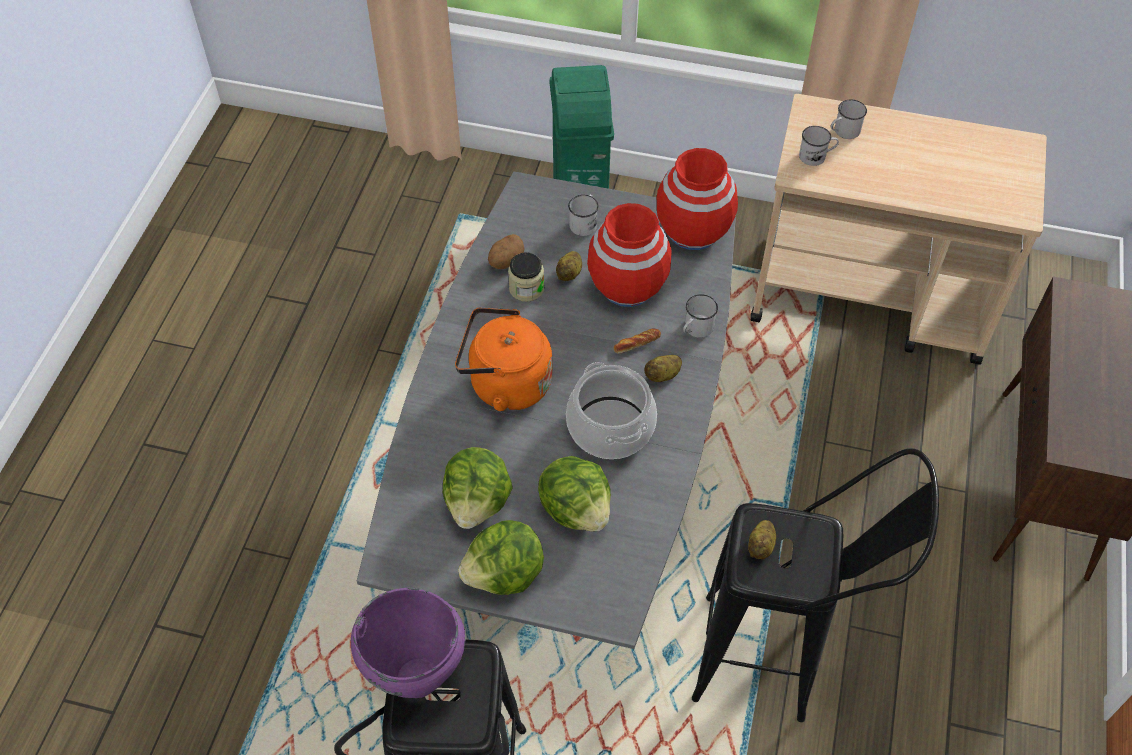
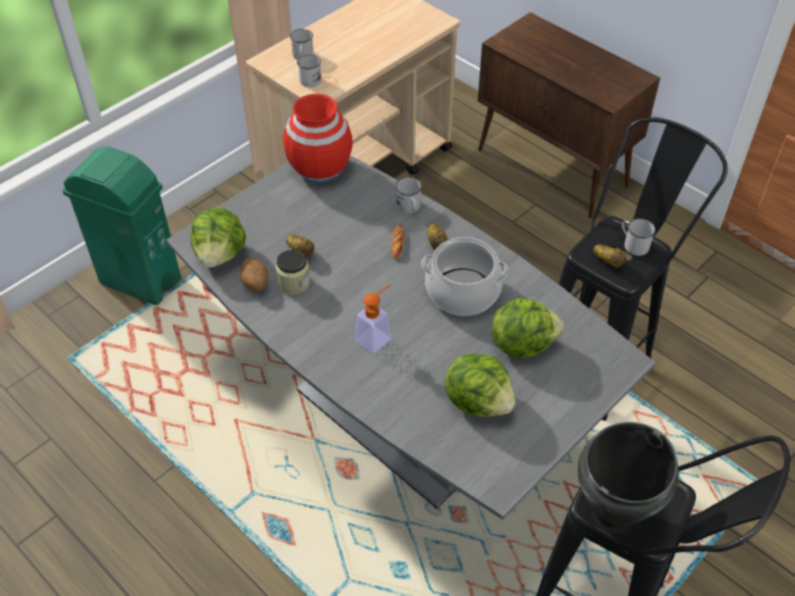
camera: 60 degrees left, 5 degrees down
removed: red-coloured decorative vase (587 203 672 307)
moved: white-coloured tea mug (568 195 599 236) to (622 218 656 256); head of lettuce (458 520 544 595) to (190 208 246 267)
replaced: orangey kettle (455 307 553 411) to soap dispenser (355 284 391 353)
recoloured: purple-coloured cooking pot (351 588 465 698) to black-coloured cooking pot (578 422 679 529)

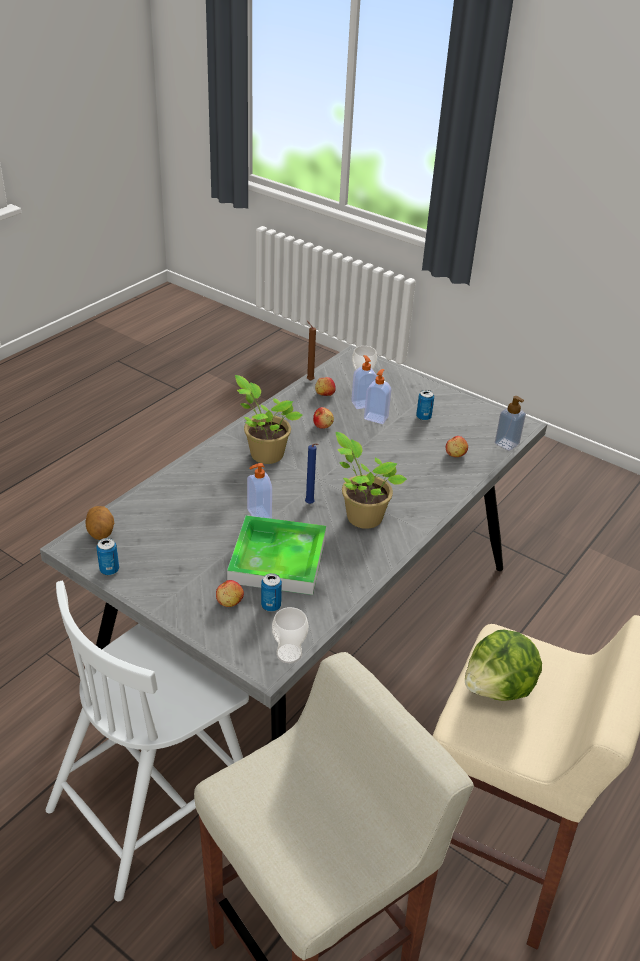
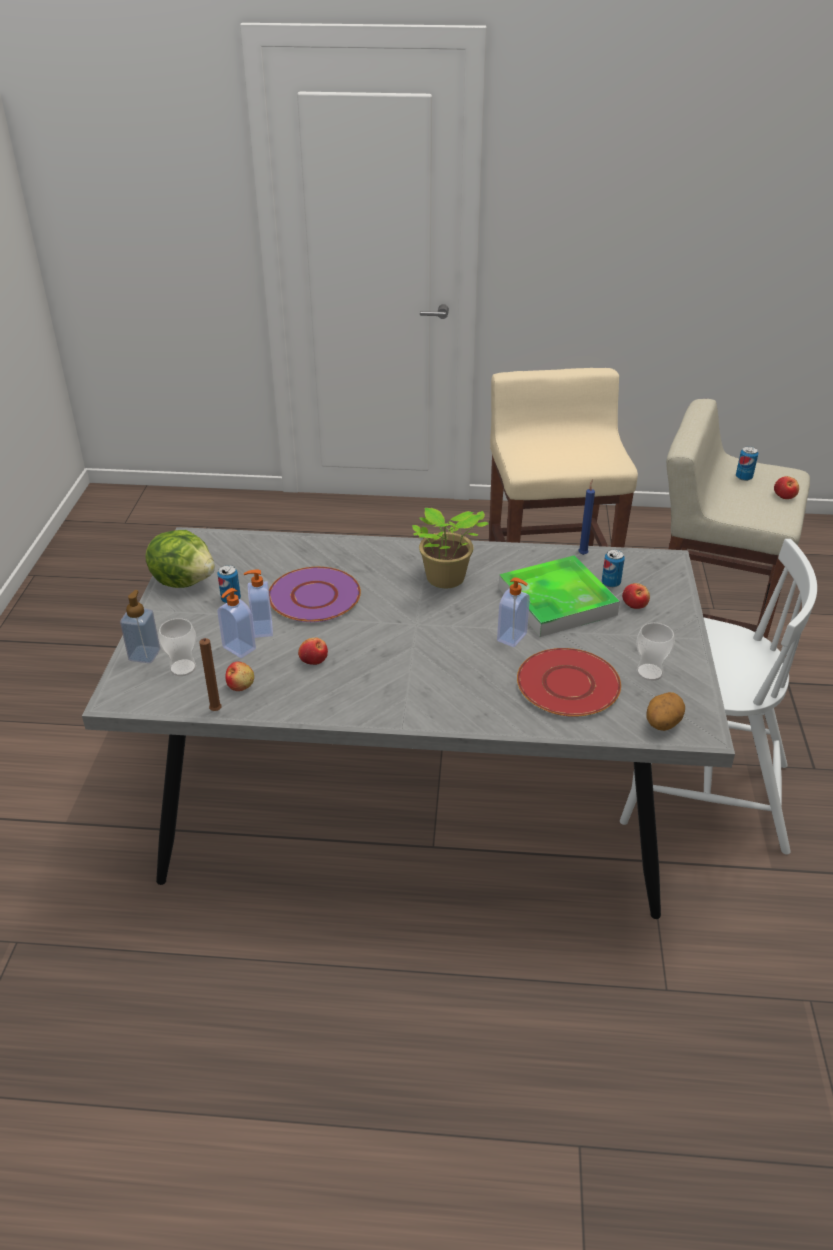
camera: 120 degrees left, 0 degrees up
removed: plant in a pot (235 375 303 464)
added: purple-coloured plate (269 567 361 622); red-coloured plate (517 648 621 717)
moved: soap dispenser (495 396 526 451) to (120 590 160 663); whole apple (446 436 468 457) to (774 476 799 499); bluish wax light (305 443 319 504) to (578 479 595 555); can (96 538 119 575) to (736 446 758 481); drinking cup (272 607 308 663) to (636 623 675 681); head of lettuce (465 629 542 701) to (145 530 215 588)

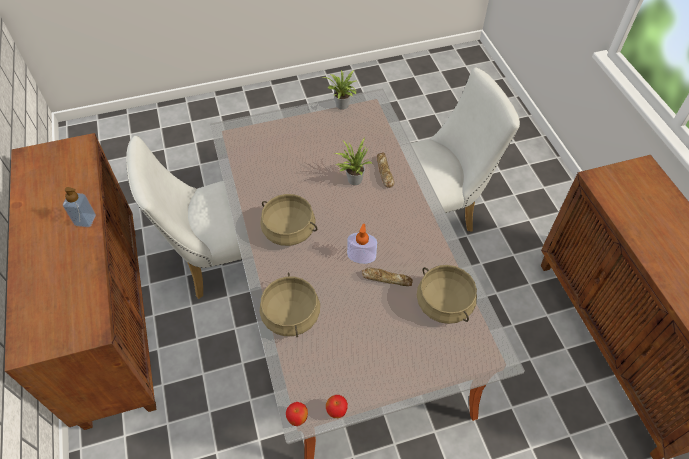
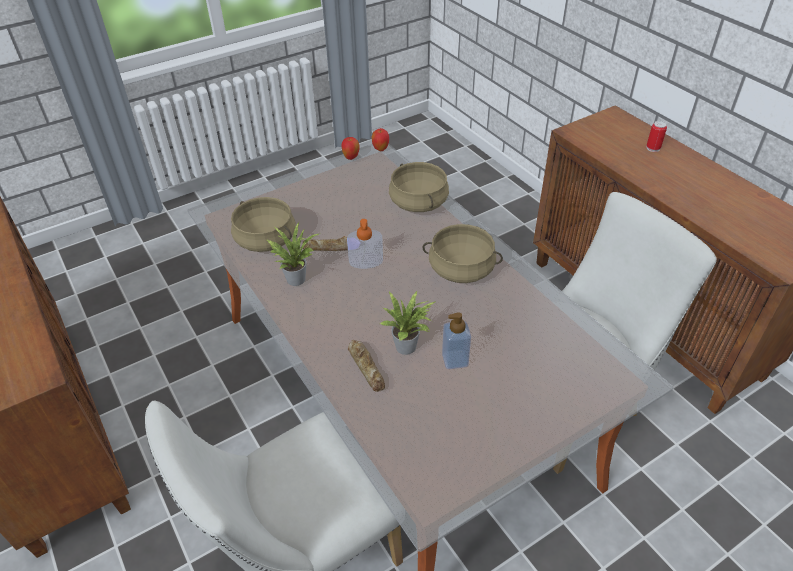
camera: 165 degrees right, 10 degrees down
added: can (646 121 667 152)
moved: plant in a pot (323 70 356 110) to (266 222 319 286); soap dispenser (63 187 96 227) to (442 312 471 369)

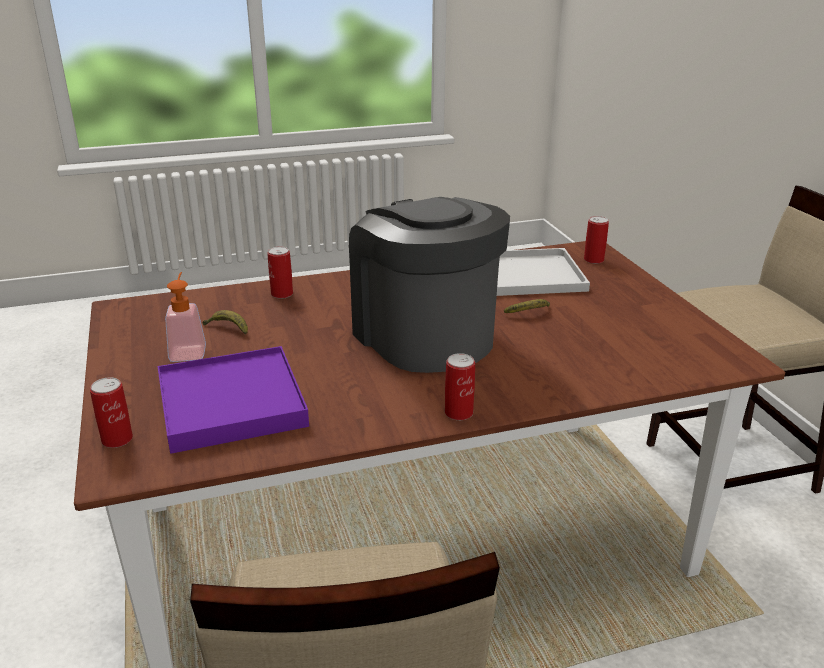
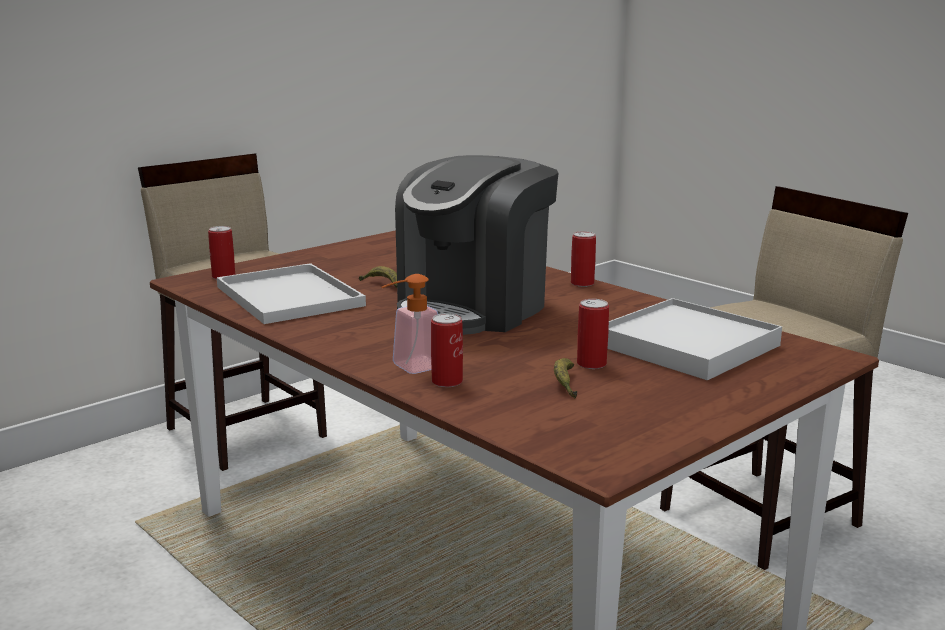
camera: 115 degrees left, 10 degrees down
moved: soap dispenser (165 272 206 362) to (381 274 438 374); can (90 377 133 448) to (577 299 609 369)
recoloured: purple-coloured carrying tray (158 346 309 454) to white-coloured carrying tray (607 298 782 380)

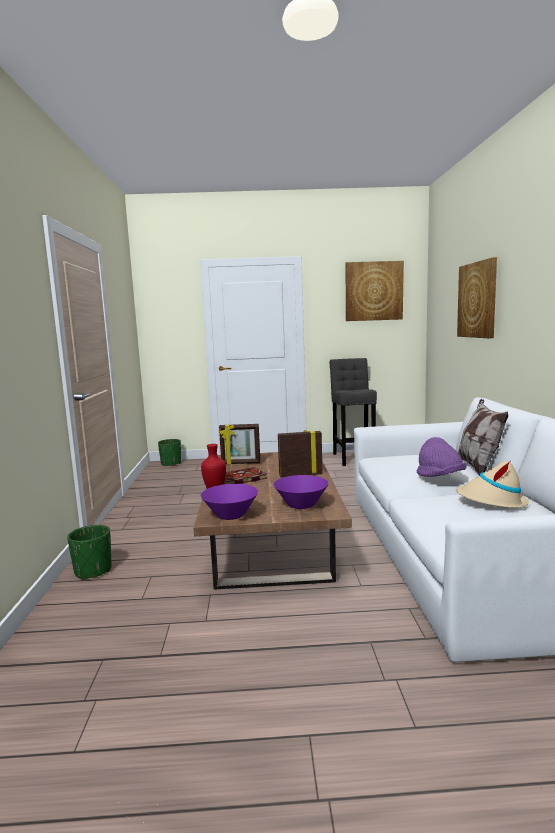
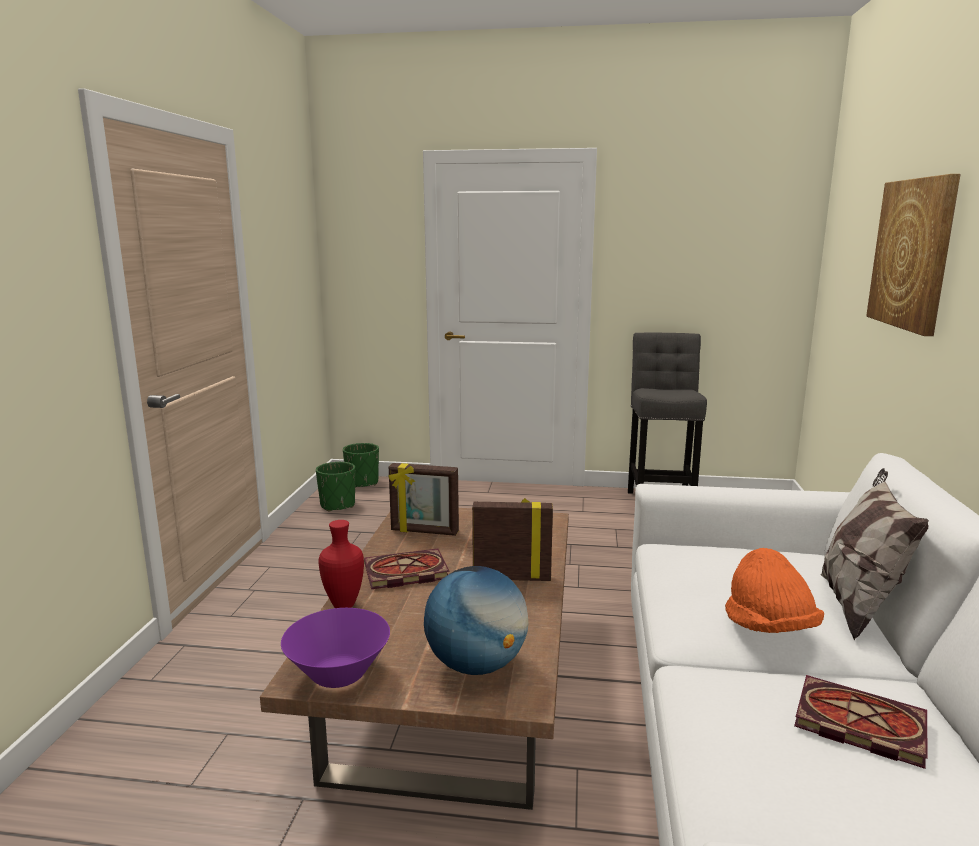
camera: 10 degrees right, 5 degrees up
removed: wall art (346 261 404 321)
moved: green-coloured flower pot (67 525 112 580) to (316 462 355 512)
replaced: beige-coloured hat (456 461 529 508) to bound book (794 675 927 769); purple-coloured deep dish (273 475 329 509) to desk globe (424 566 528 675)
recoloured: purple-coloured hat (416 437 466 477) to orangey hat (725 548 824 633)

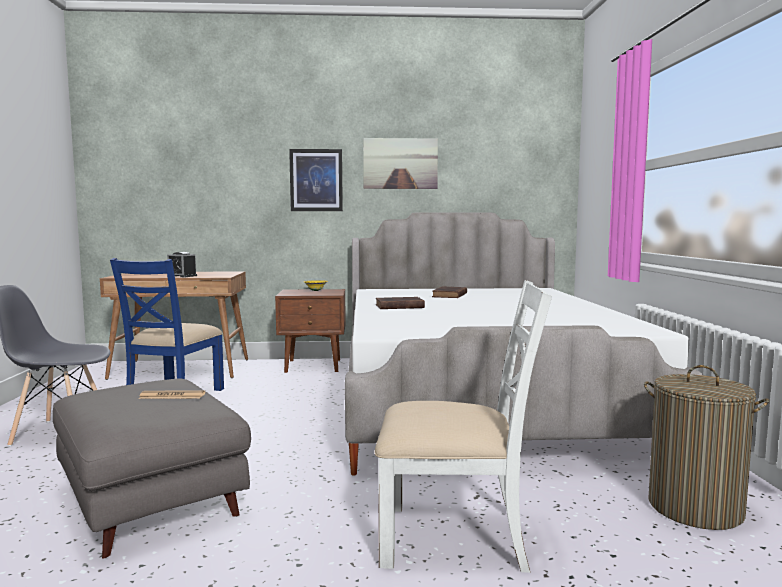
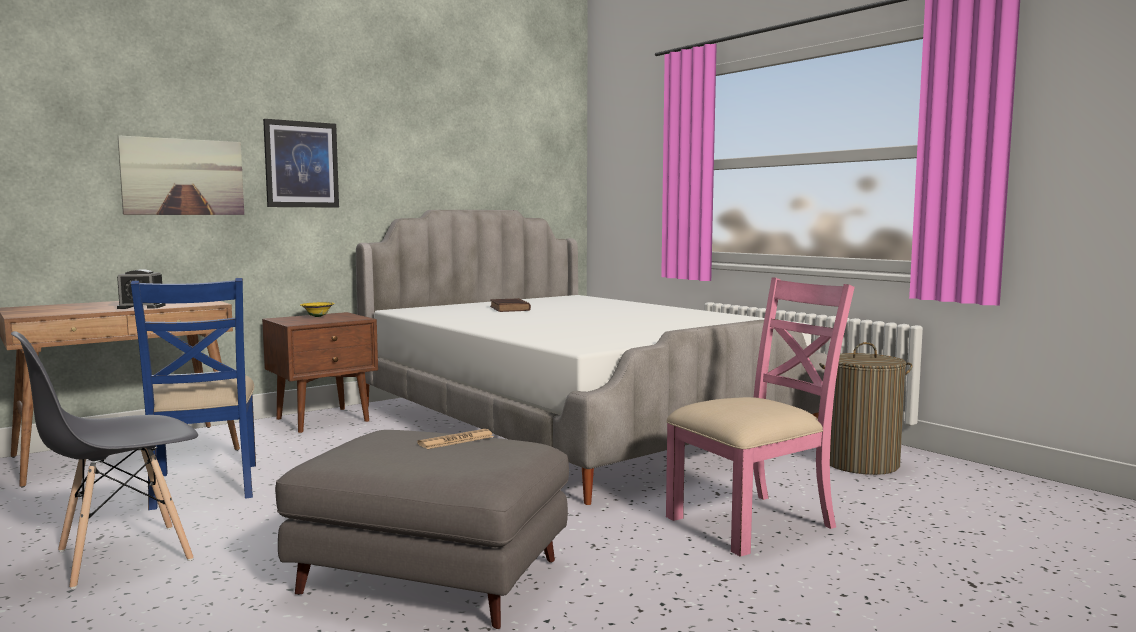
camera: 35 degrees left, 0 degrees up
removed: brownish bound book (376 297 425 309)
moved: wall art (363 138 438 189) to (118 135 244 215)
recoloured: white-coloured chair (374 280 552 573) to pink-coloured chair (666 277 855 557)

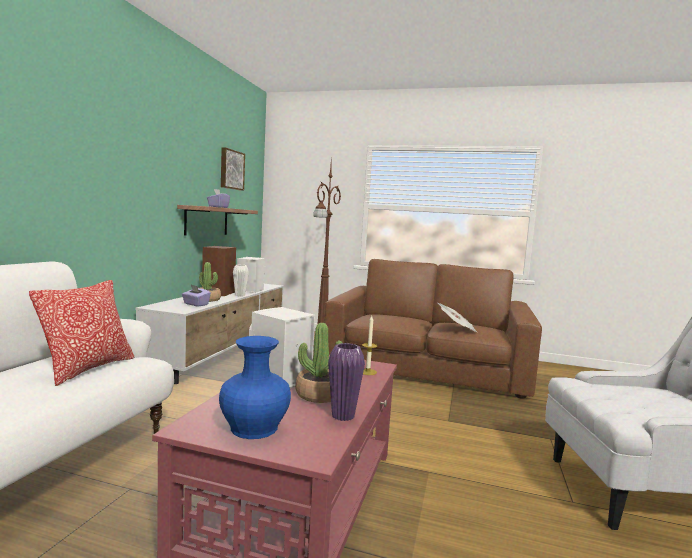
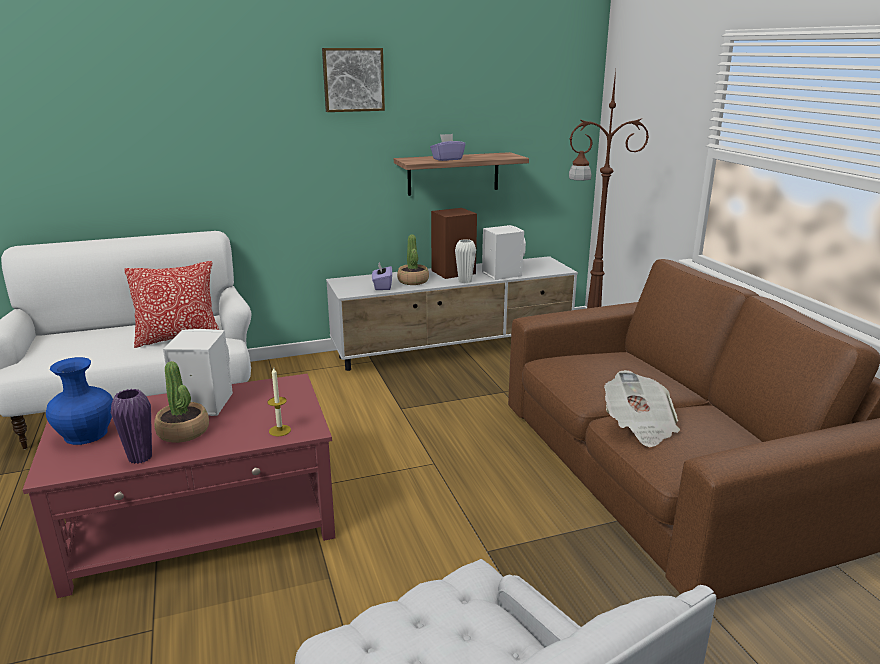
camera: 55 degrees right, 15 degrees up
moved: wall art (221 147 245 191) to (322 48 385 112)

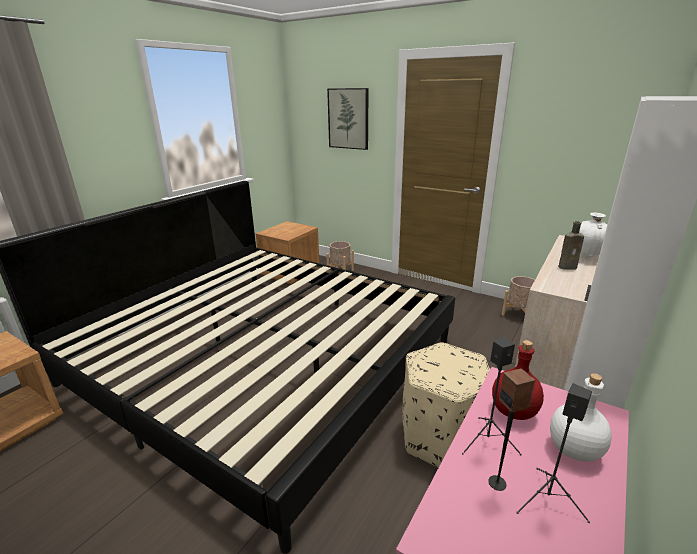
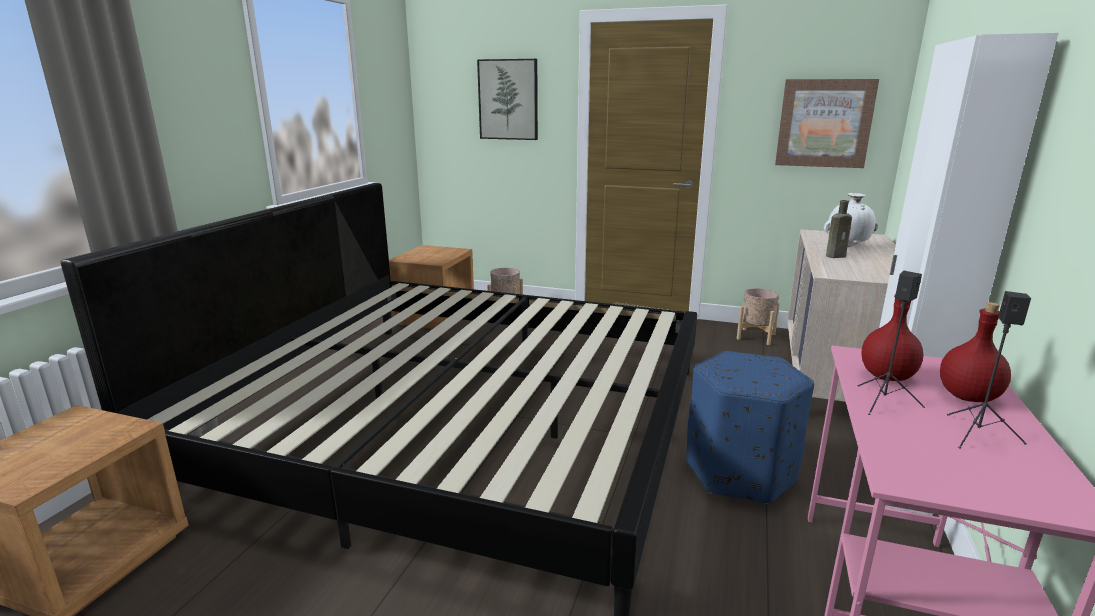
camera: 15 degrees left, 5 degrees down
removed: speaker (488 368 535 491)
added: wall art (775 79 879 168)
recoloured: beige-coloured ottoman (403 342 490 468) to bluish ottoman (686 351 814 504); white-coloured beverage bottle (550 373 612 462) to red-coloured beverage bottle (940 302 1011 402)

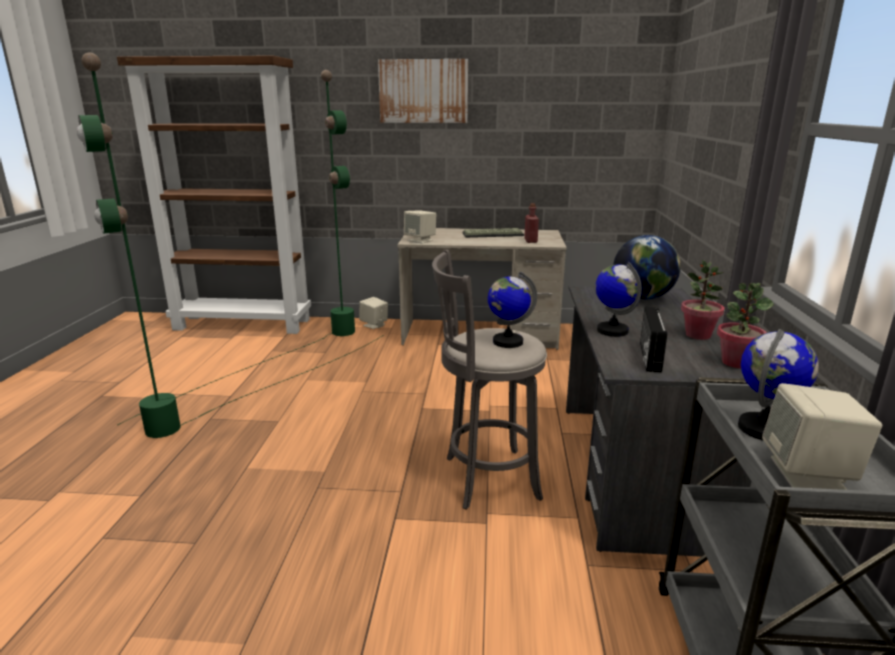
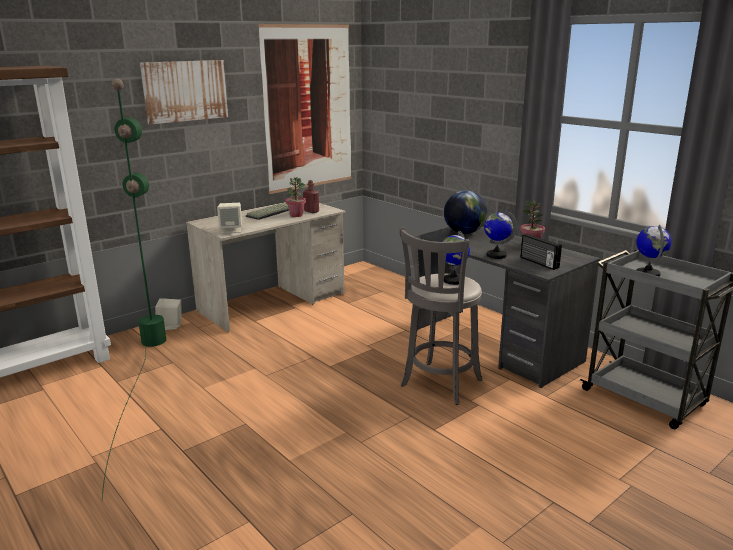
camera: 45 degrees left, 0 degrees up
removed: green-coloured standing lamp (77 53 384 438); beige-coloured speaker (762 383 882 490)
added: wall art (258 24 351 194)
moved: plant in a pot (717 283 774 368) to (285 177 306 217)

